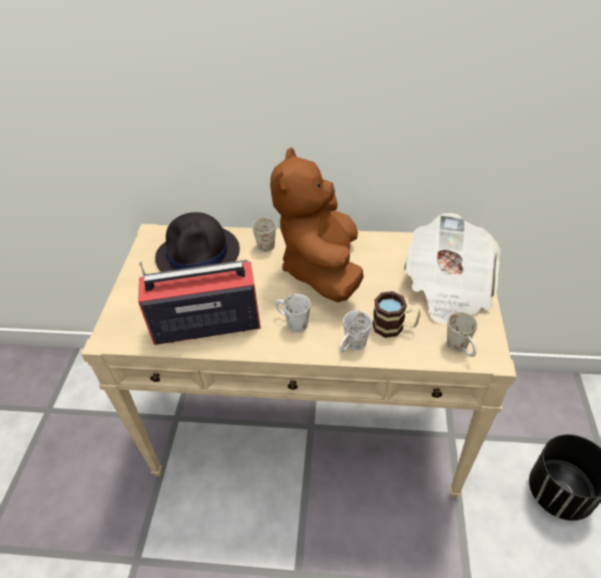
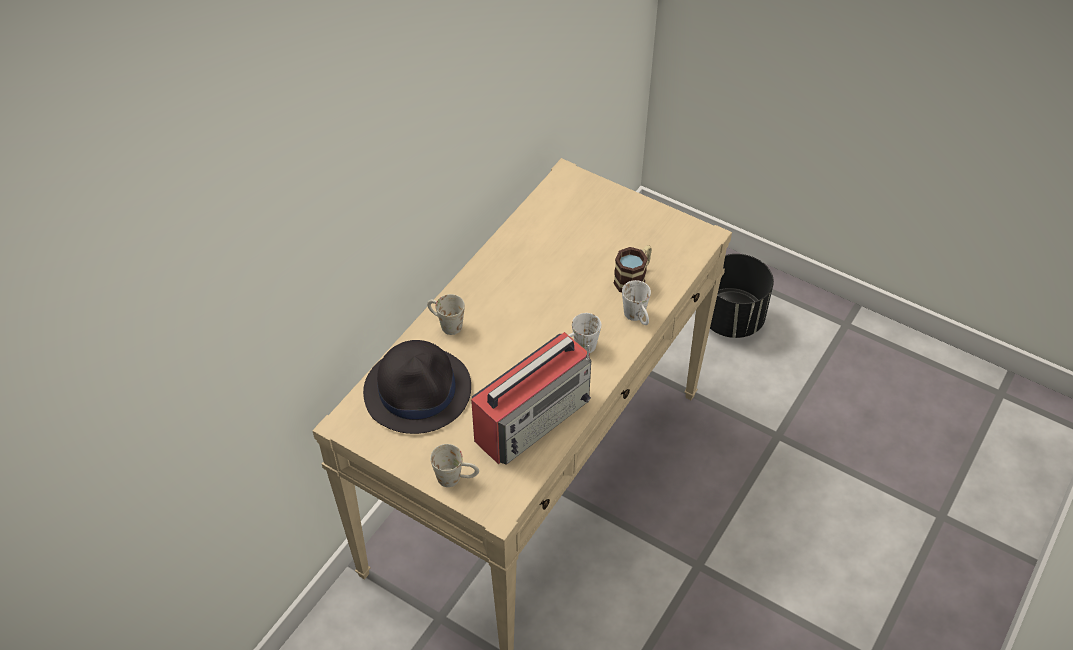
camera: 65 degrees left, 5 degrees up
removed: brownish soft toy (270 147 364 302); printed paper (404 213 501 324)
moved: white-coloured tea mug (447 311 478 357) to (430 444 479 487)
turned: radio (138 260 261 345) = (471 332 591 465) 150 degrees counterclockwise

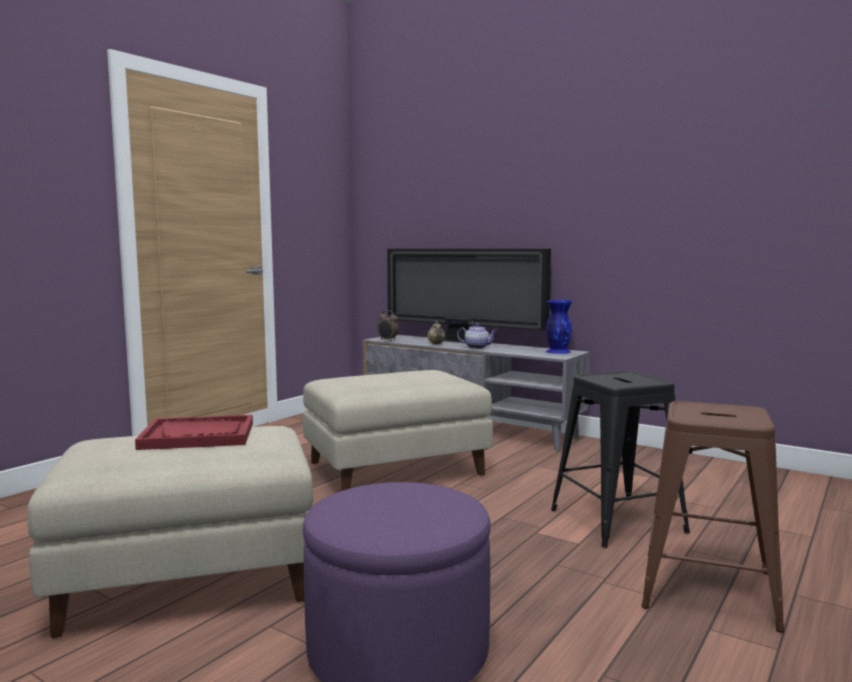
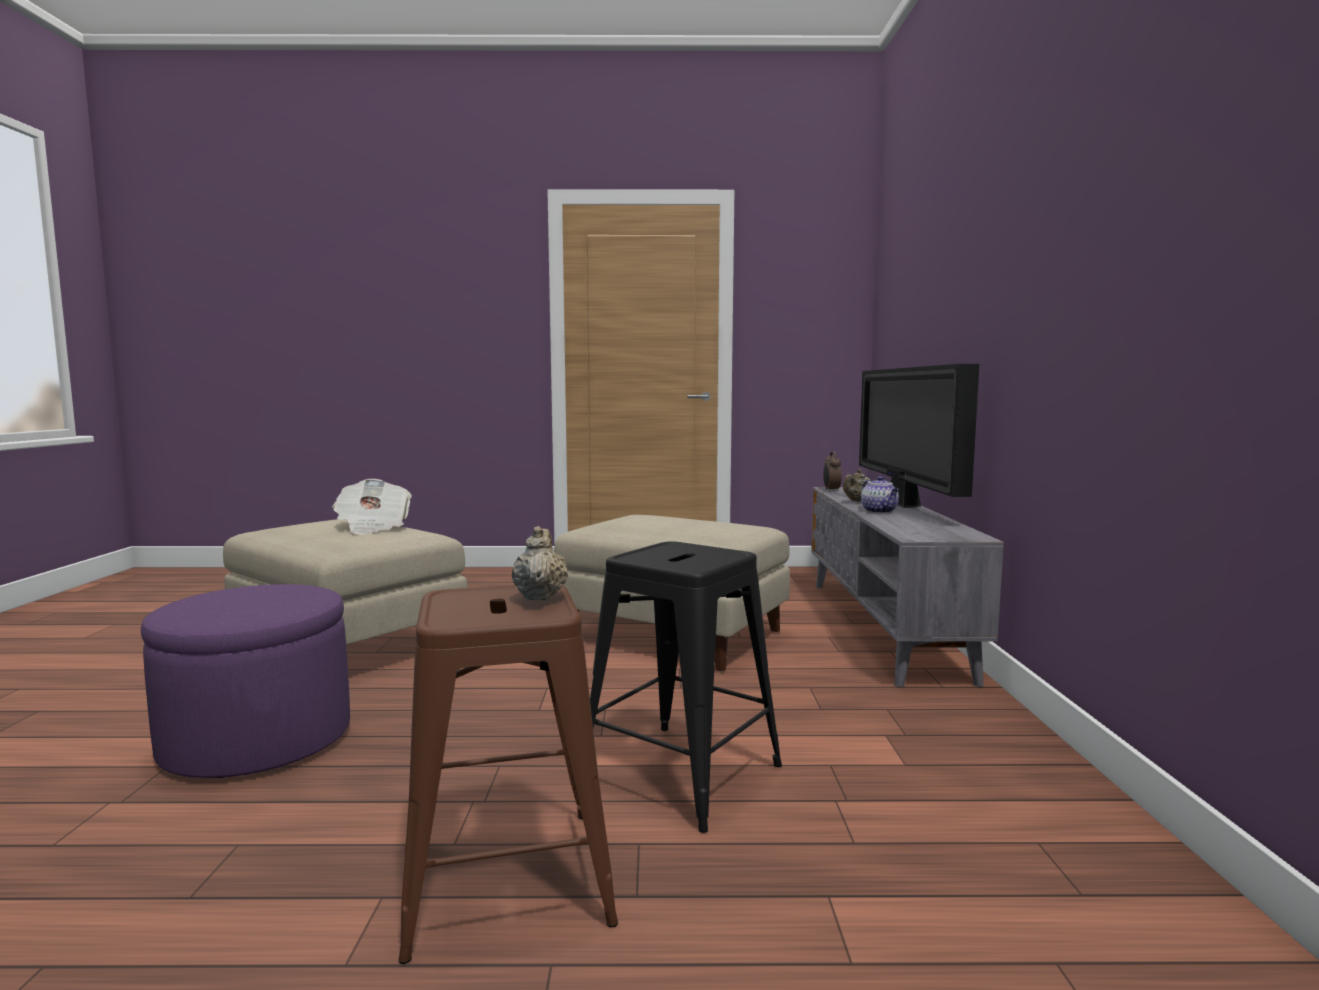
camera: 55 degrees right, 0 degrees up
removed: bluish decorative vase (546 300 572 354)
added: beige-coloured teapot (512 526 568 601)
replaced: red-coloured carrying tray (135 415 253 450) to printed paper (332 479 412 534)

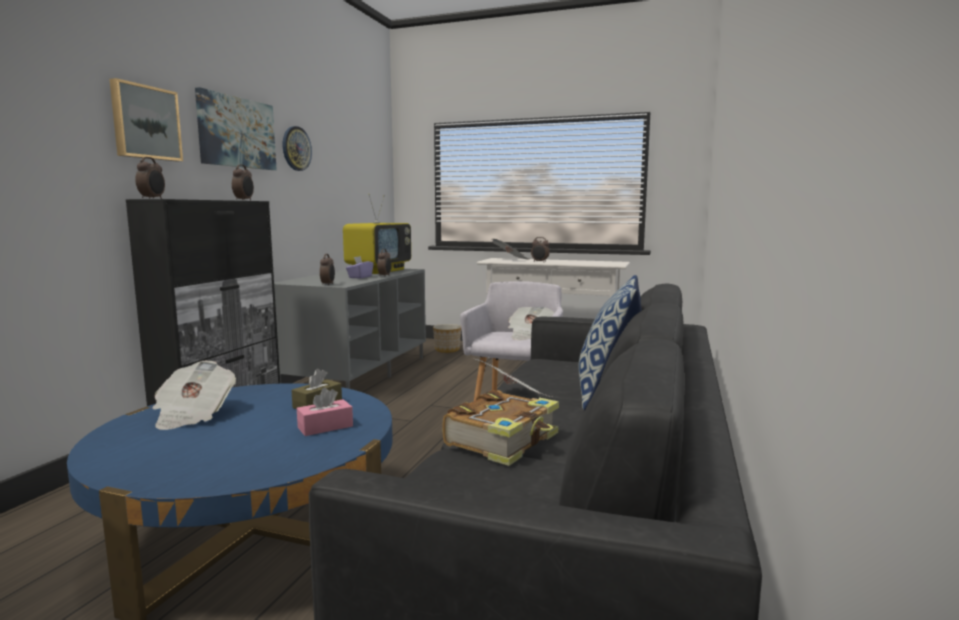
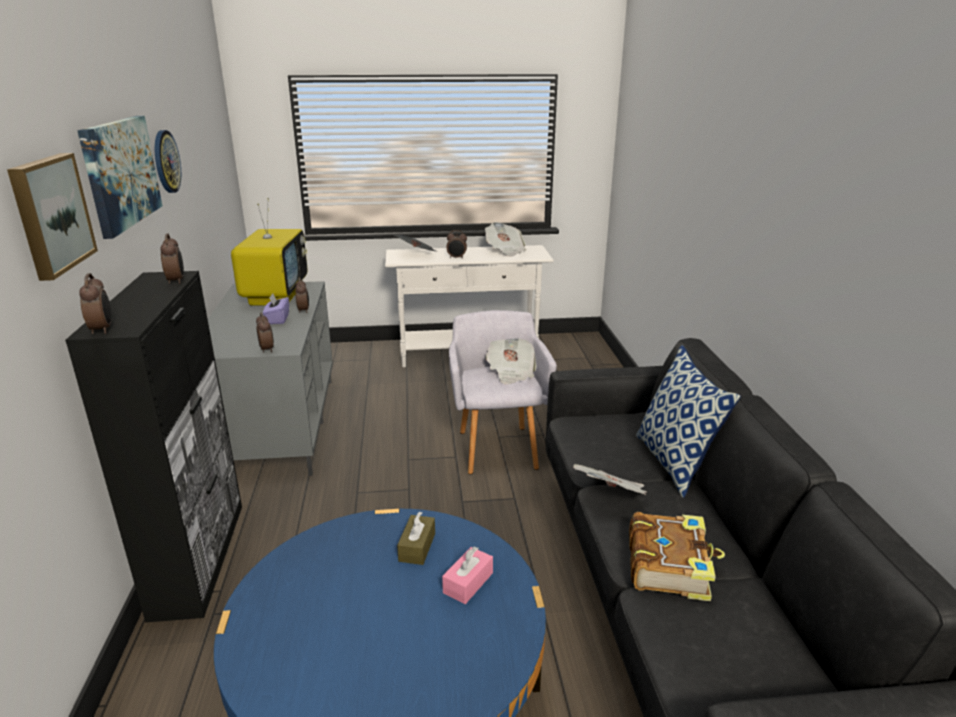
camera: 25 degrees left, 15 degrees up
removed: flower pot (433 324 461 353)
moved: printed paper (153 361 236 430) to (485 222 526 257)

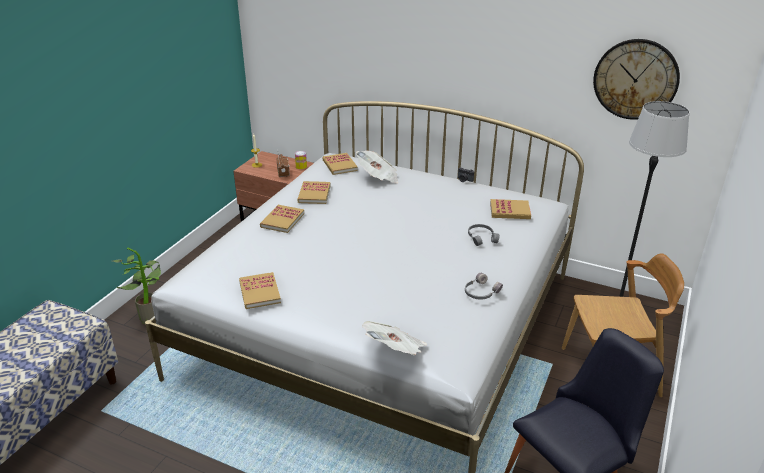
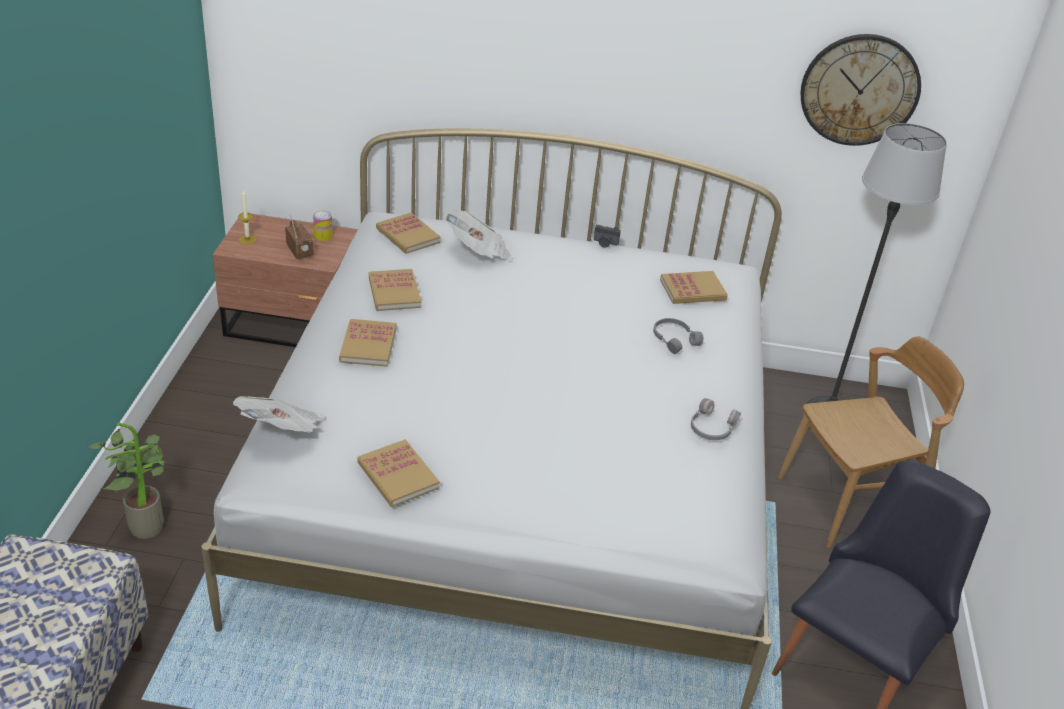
camera: 20 degrees left, 5 degrees up
moved: printed paper (362 321 427 355) to (233 396 325 433)

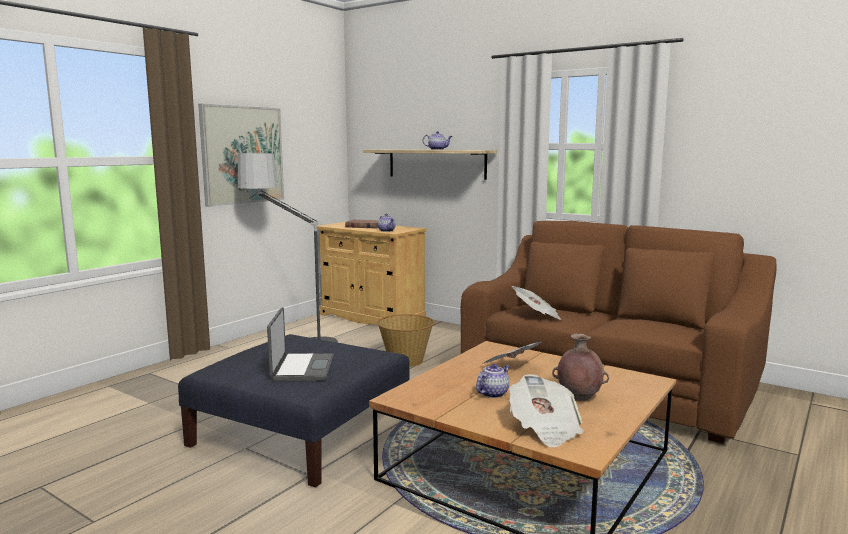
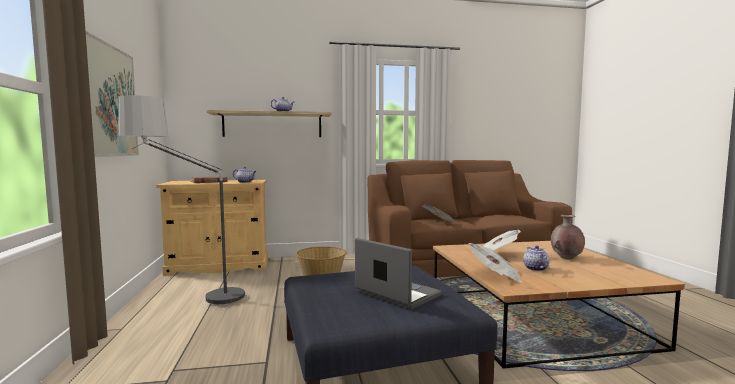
camera: 45 degrees left, 5 degrees down
moved: printed paper (509 374 584 448) to (469 243 522 282)

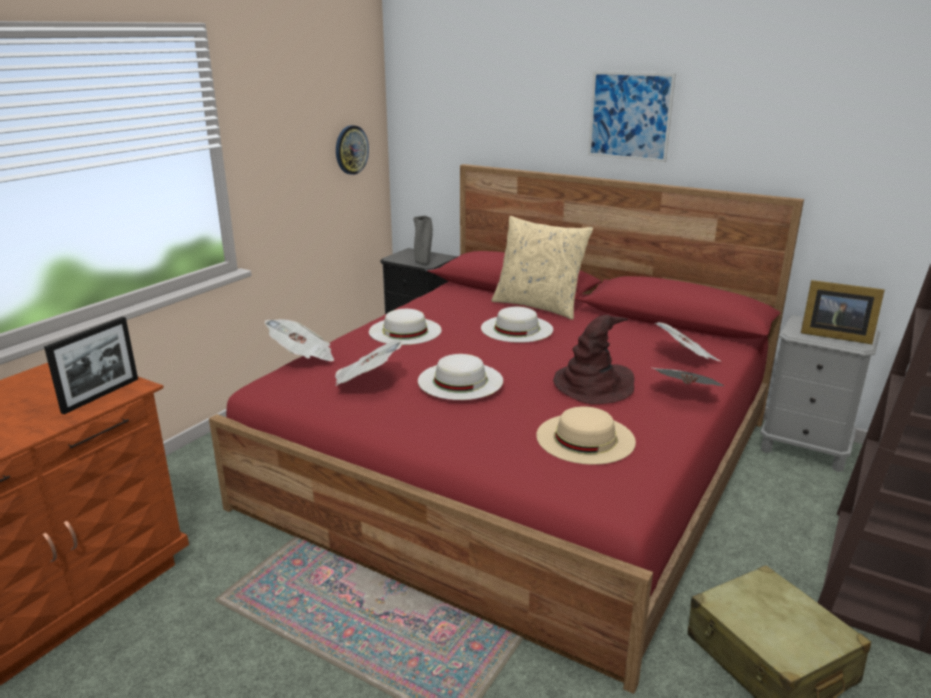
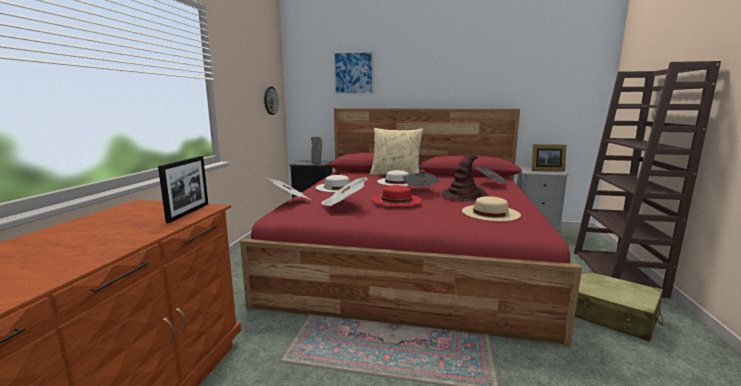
camera: 20 degrees left, 10 degrees down
moved: wall art (588 71 676 162) to (334 51 374 94); printed paper (653 368 724 386) to (402 173 439 187)
recoloured: white-coloured hat (418 354 503 400) to red-coloured hat (372 185 423 206)

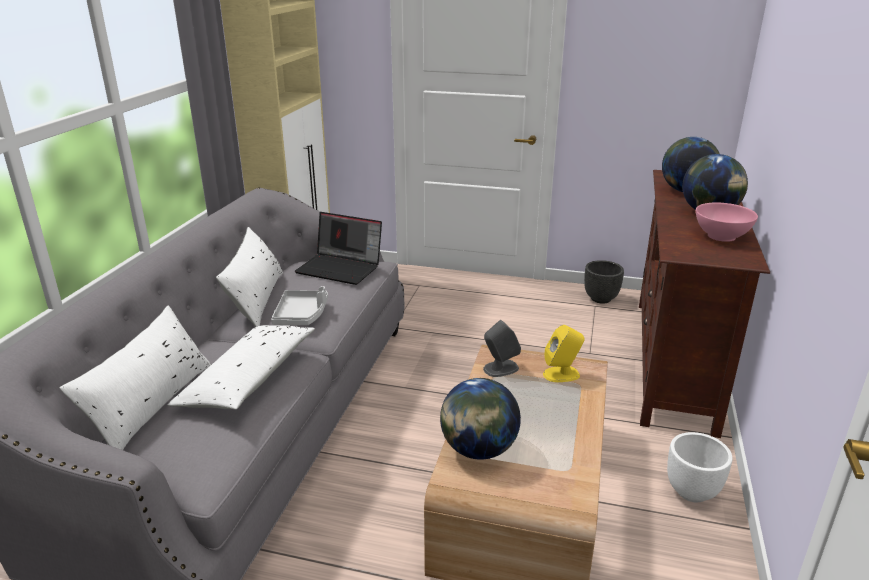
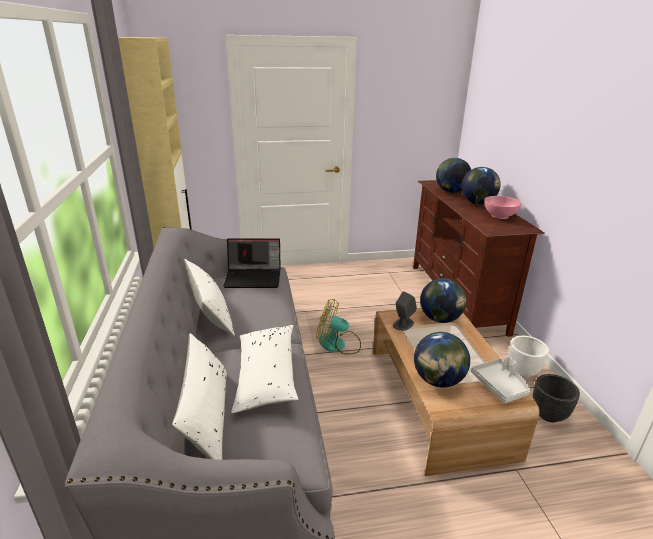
camera: 25 degrees left, 0 degrees up
added: electric fan (316 299 361 355)
moved: black-coloured flower pot (584 260 624 304) to (532 374 580 422); grey carrying tray (271 286 328 325) to (471 357 530 403)
replaced: yellow speaker (543 325 585 382) to desk globe (420 278 466 323)

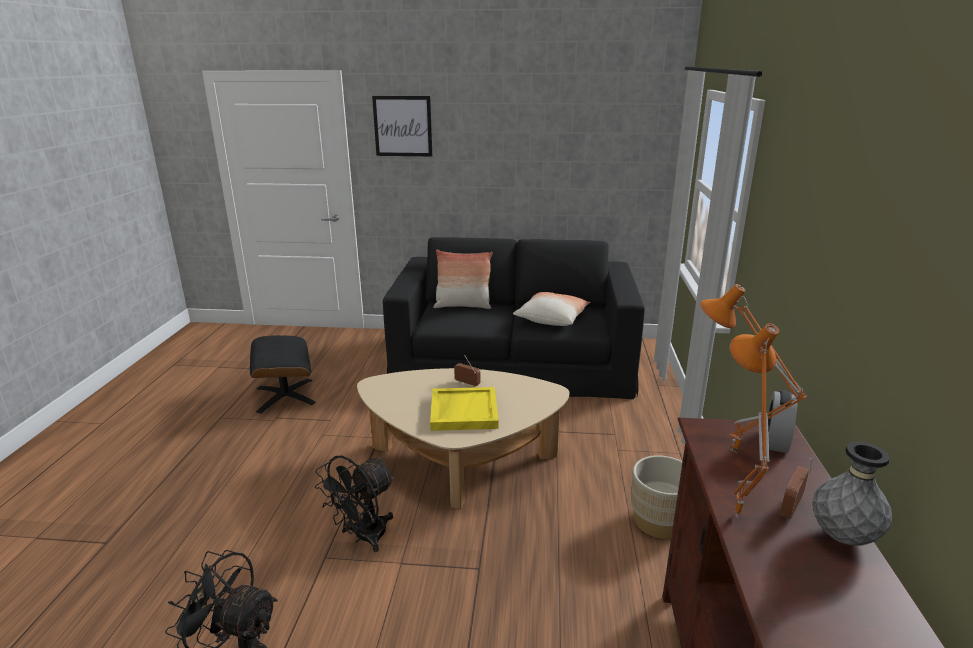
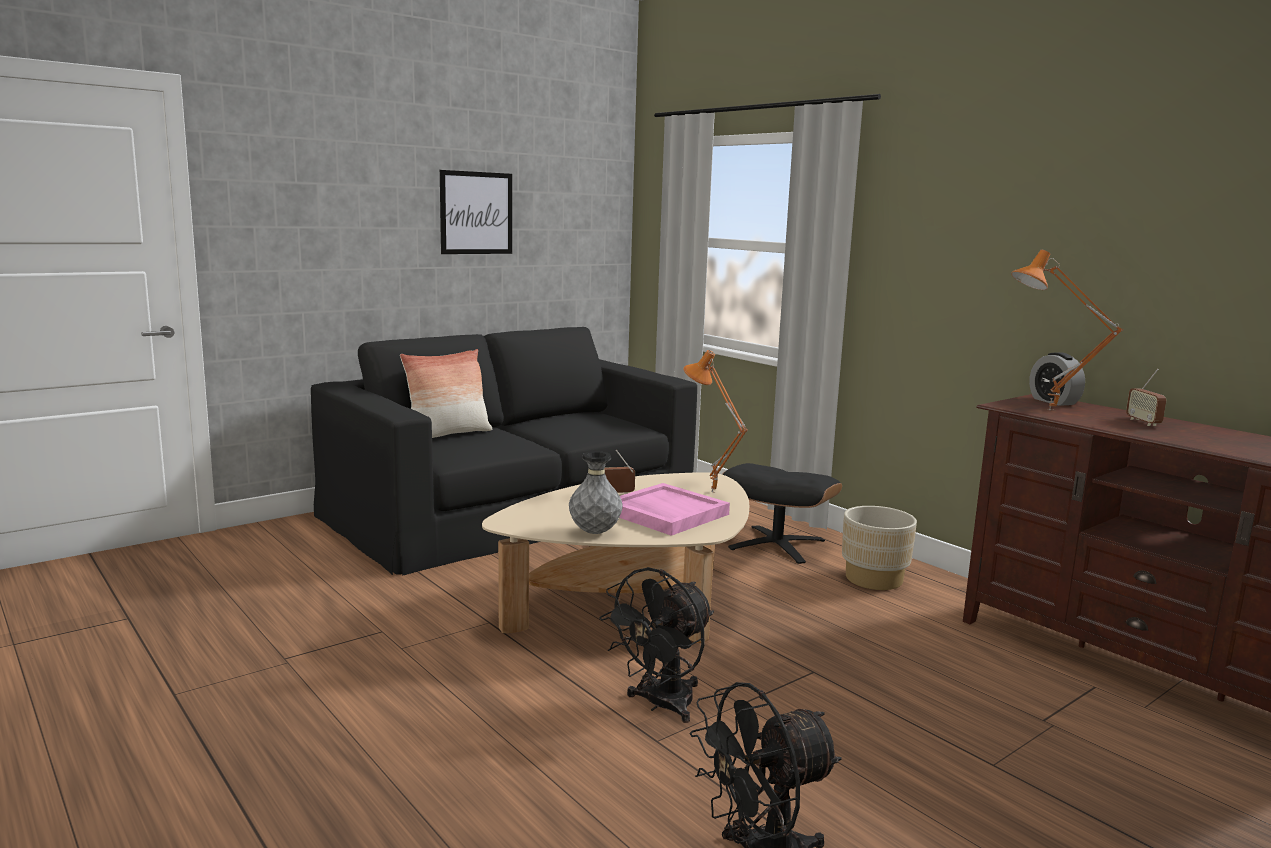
camera: 45 degrees left, 10 degrees down
removed: pillow (513 292 591 326)
moved: wall art (372 96 432 156) to (440 170 512 254); orangey tabletop lamp (730 323 779 516) to (683 350 748 493); black-coloured ottoman (250 335 316 414) to (722 463 842 564); grey decorative vase (812 442 892 546) to (569 451 623 534)
recoloured: yellow carrying tray (430 387 499 431) to pink-coloured carrying tray (619 483 730 536)
turned: black-coloured electric fan (315 456 395 552) = (599 567 714 723) 45 degrees clockwise

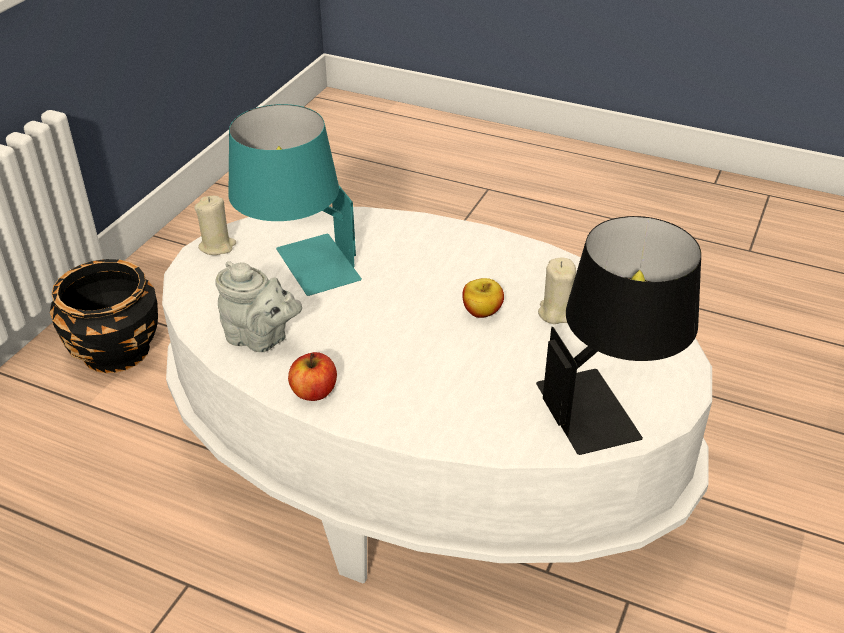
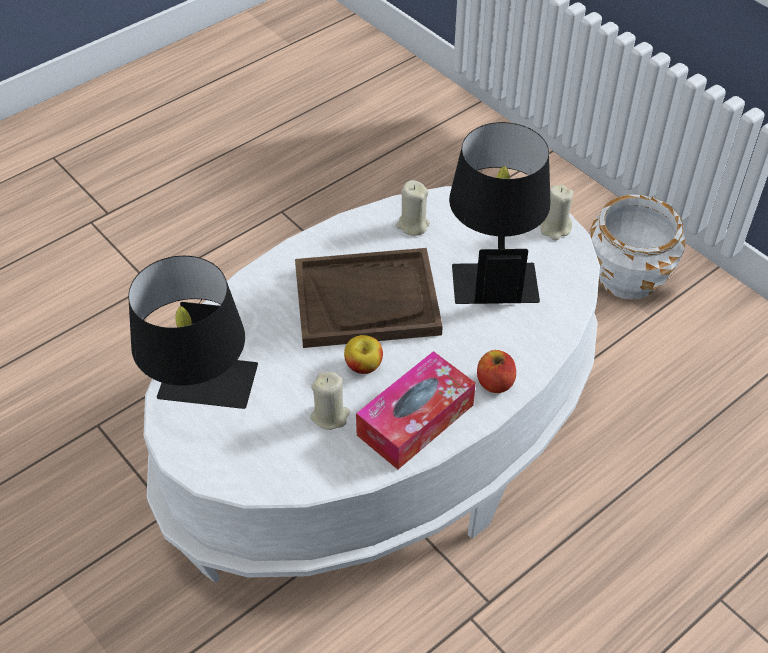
camera: 115 degrees right, 10 degrees up
added: brownish carrying tray (295 248 443 348); tissue holder (356 351 476 470)
moved: whole apple (288 352 337 401) to (477 350 516 393)
replaced: grey teapot (216 261 302 352) to beige-coloured wax light (396 180 430 236)
recoloured: turquoise tabletop lamp (229 104 362 296) to black-coloured tabletop lamp (449 122 550 304); black-coloured flower pot (50 259 158 373) to white-coloured flower pot (590 195 685 300)

